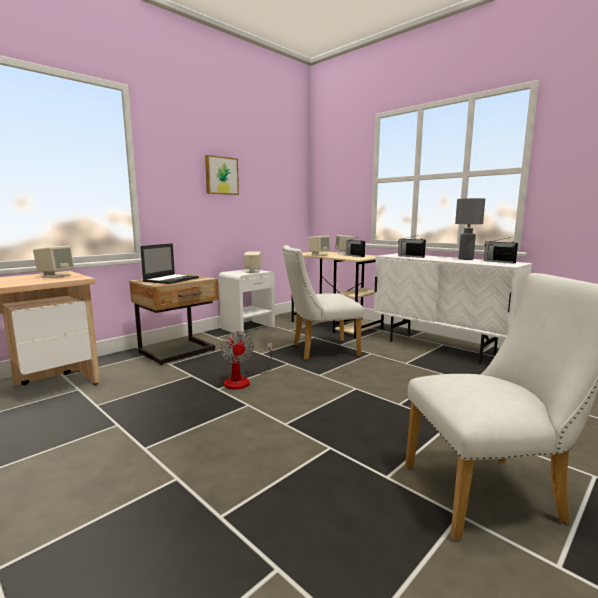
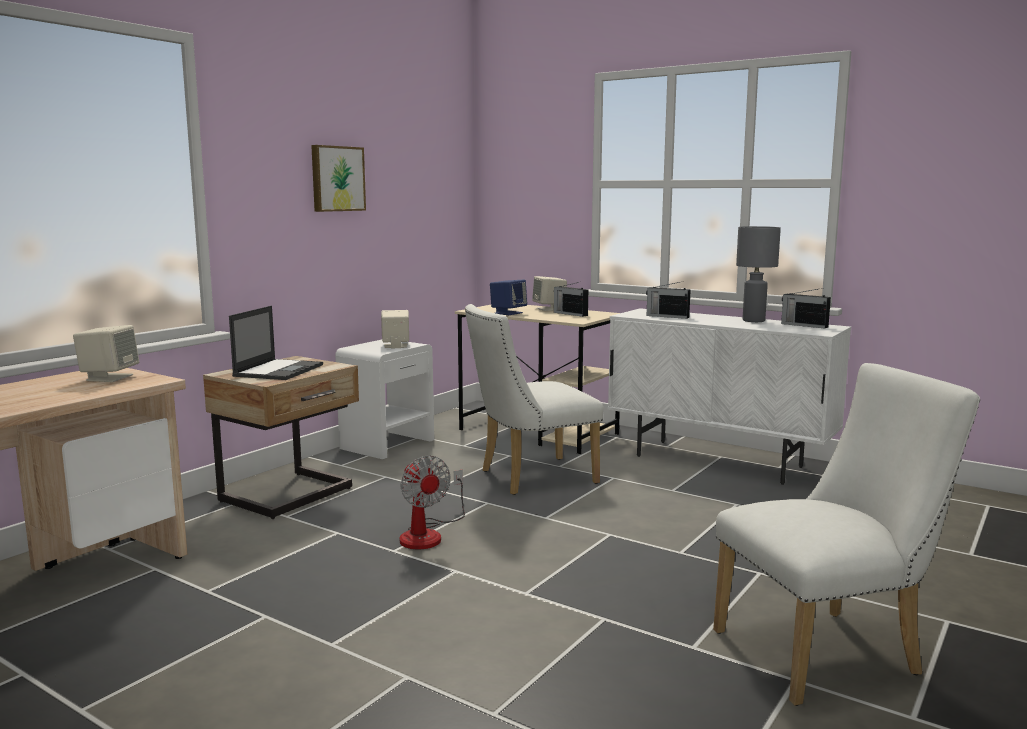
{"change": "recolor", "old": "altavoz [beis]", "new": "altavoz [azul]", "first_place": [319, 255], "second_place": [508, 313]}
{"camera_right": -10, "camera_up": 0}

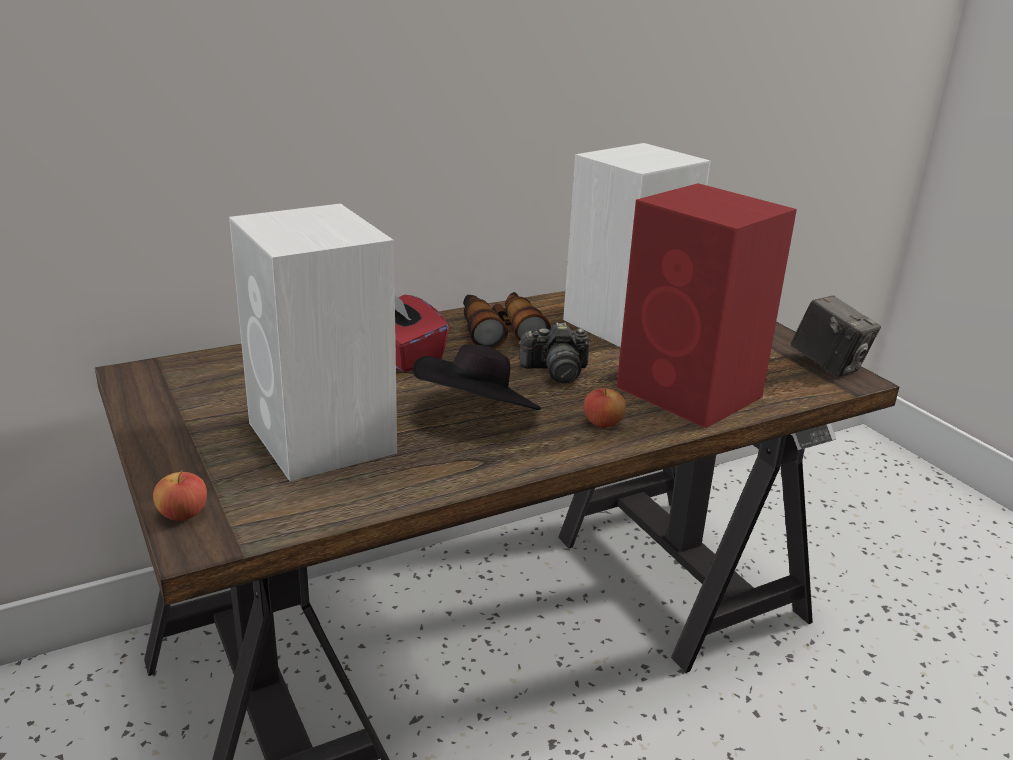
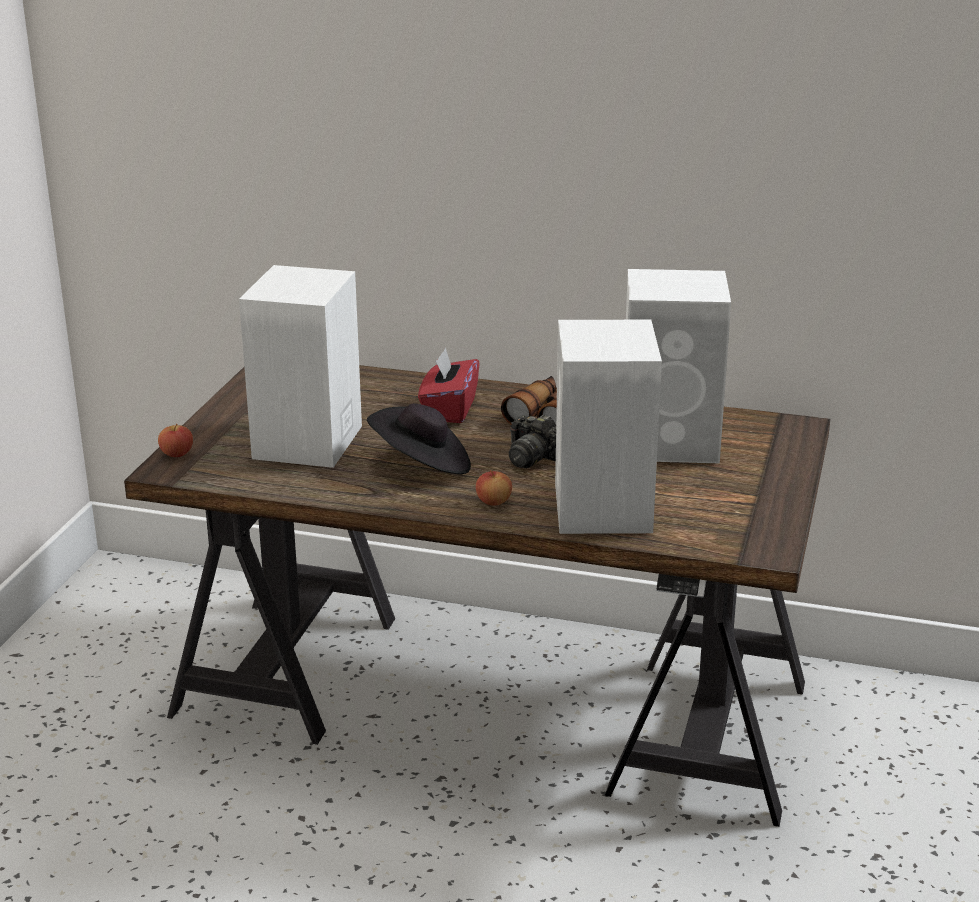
{"change": "recolor", "old": "altavoz [rojo]", "new": "altavoz [blanco]", "first_place": [692, 393], "second_place": [602, 509]}
{"change": "delete", "old": "cámara", "first_place": [828, 365]}
{"camera_right": 45, "camera_up": 0}

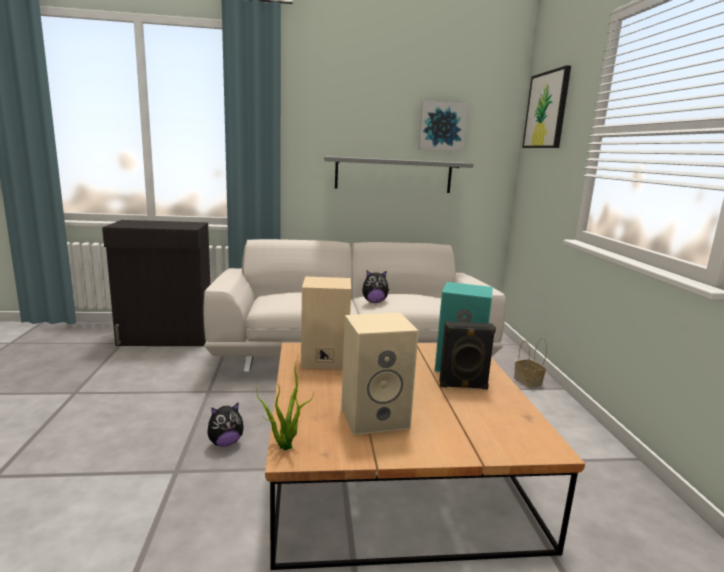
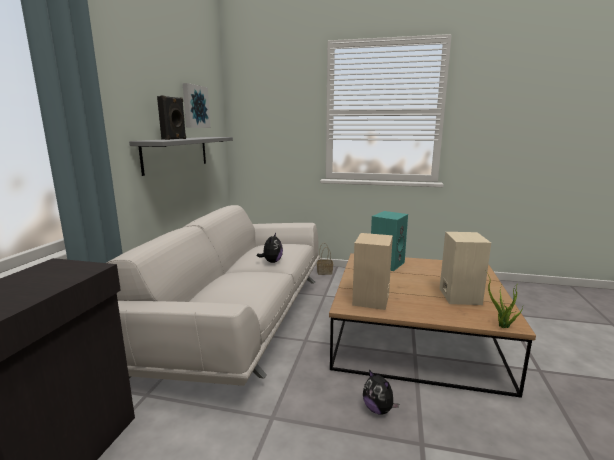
{"change": "rotate", "old": "peluche", "first_place": [225, 443], "second_place": [378, 409], "degrees": 150}
{"change": "move", "old": "altavoz [negro]", "first_place": [463, 386], "second_place": [175, 139]}
{"change": "delete", "old": "cuadro", "first_place": [546, 110]}
{"camera_right": -70, "camera_up": 0}

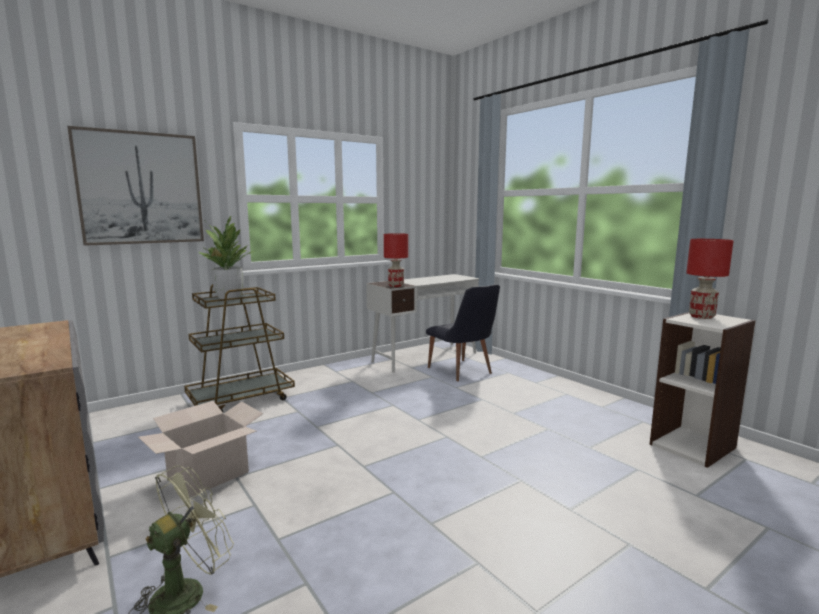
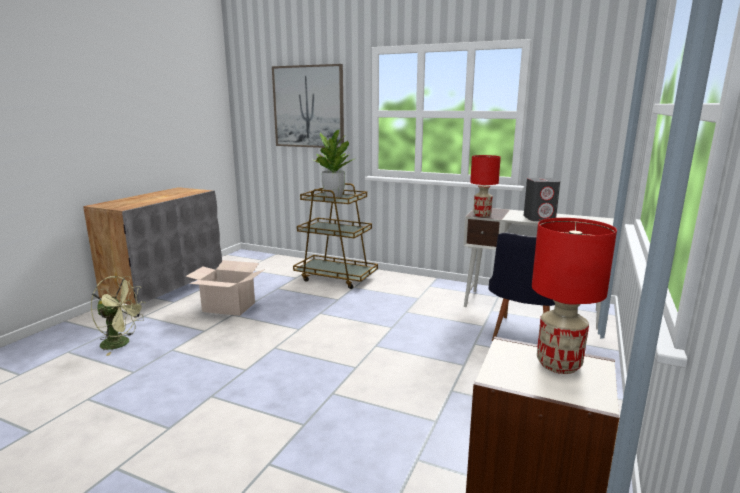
{"change": "insert", "new": "altavoz [gris]", "second_place": [539, 218]}
{"camera_right": 60, "camera_up": 5}

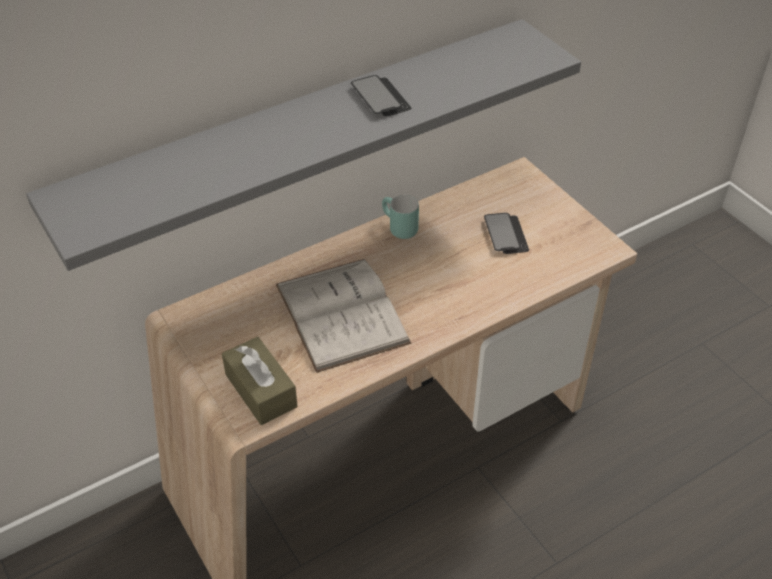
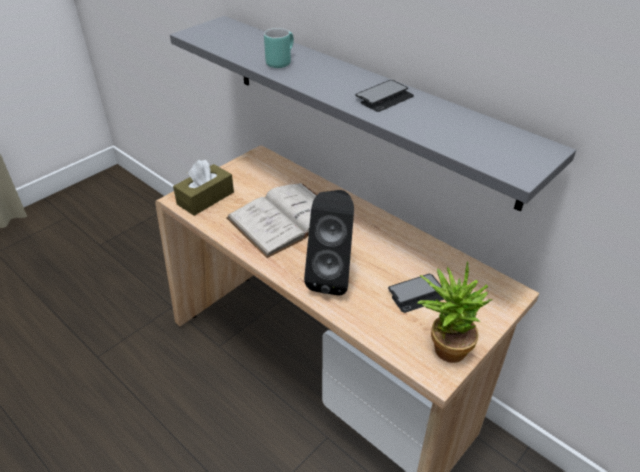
{"change": "move", "old": "taza grande [turquesa]", "first_place": [397, 228], "second_place": [280, 61]}
{"change": "insert", "new": "altavoz [negro]", "second_place": [332, 276]}
{"change": "insert", "new": "planta en maceta", "second_place": [444, 346]}
{"camera_right": 75, "camera_up": -5}

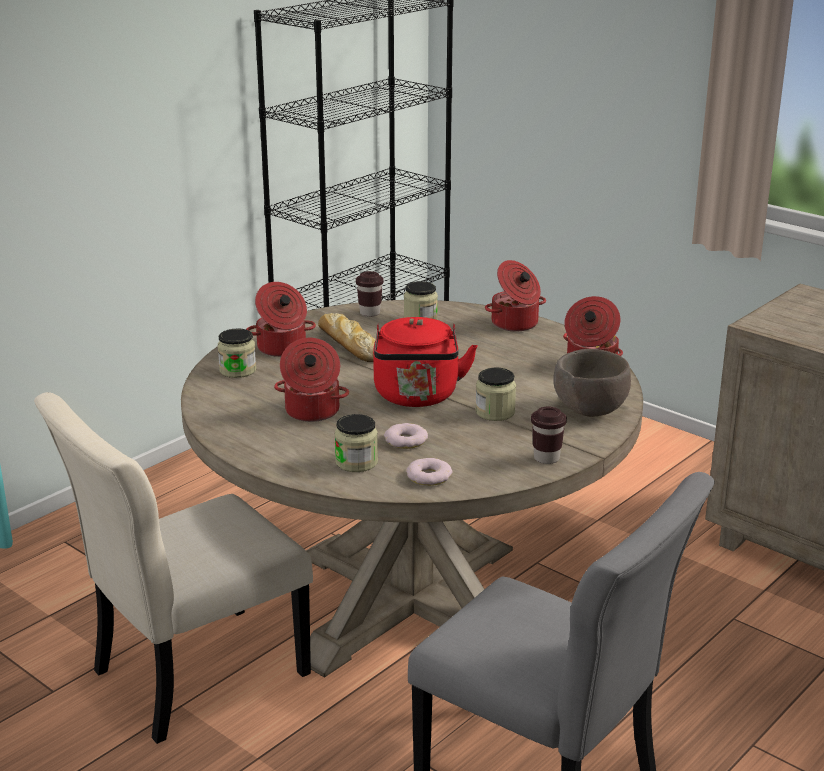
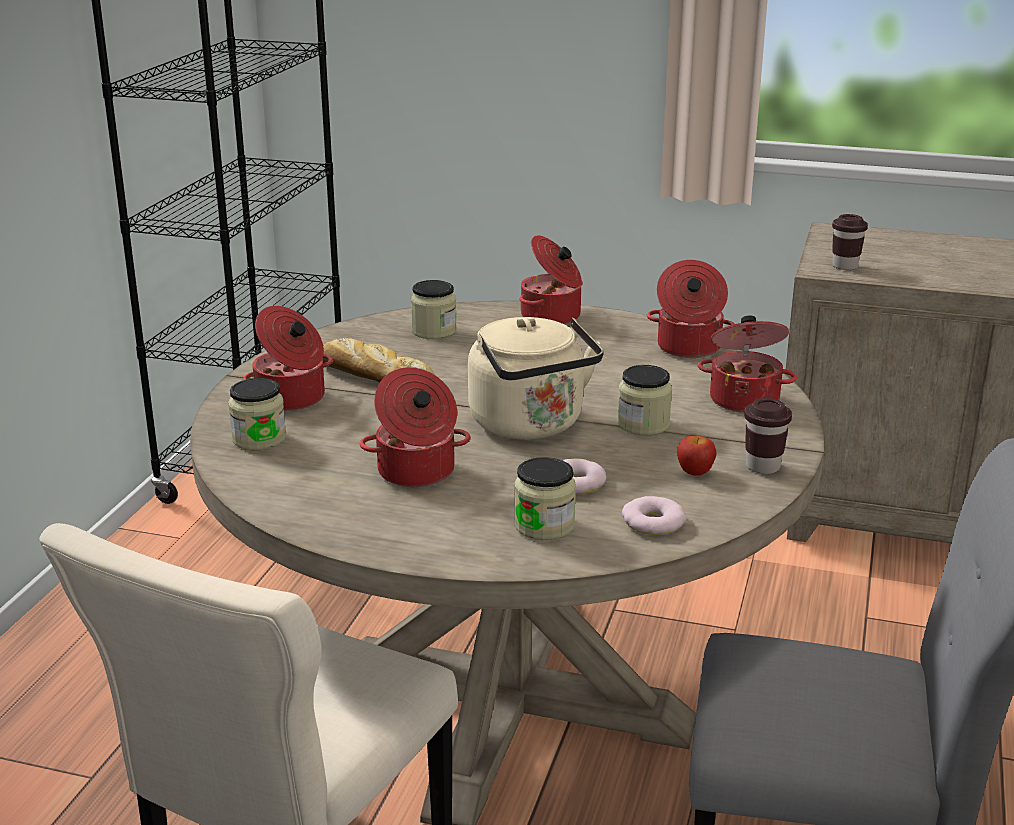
{"change": "move", "old": "taza [marrón]", "first_place": [370, 313], "second_place": [845, 266]}
{"change": "recolor", "old": "hervidor [rojo]", "new": "hervidor [beis]", "first_place": [417, 397], "second_place": [531, 425]}
{"change": "replace", "old": "cuenco [marrón]", "new": "olla", "first_place": [589, 410], "second_place": [744, 399]}
{"change": "insert", "new": "manzana", "second_place": [695, 472]}
{"camera_right": -25, "camera_up": 0}

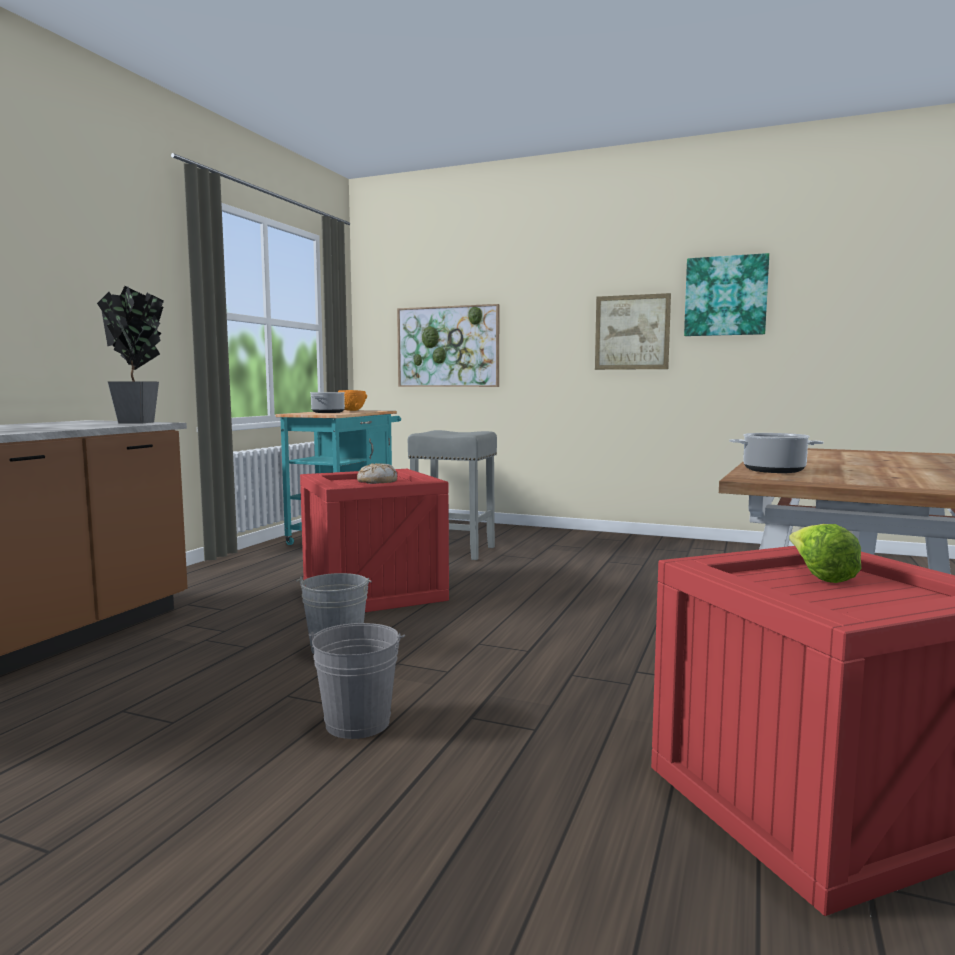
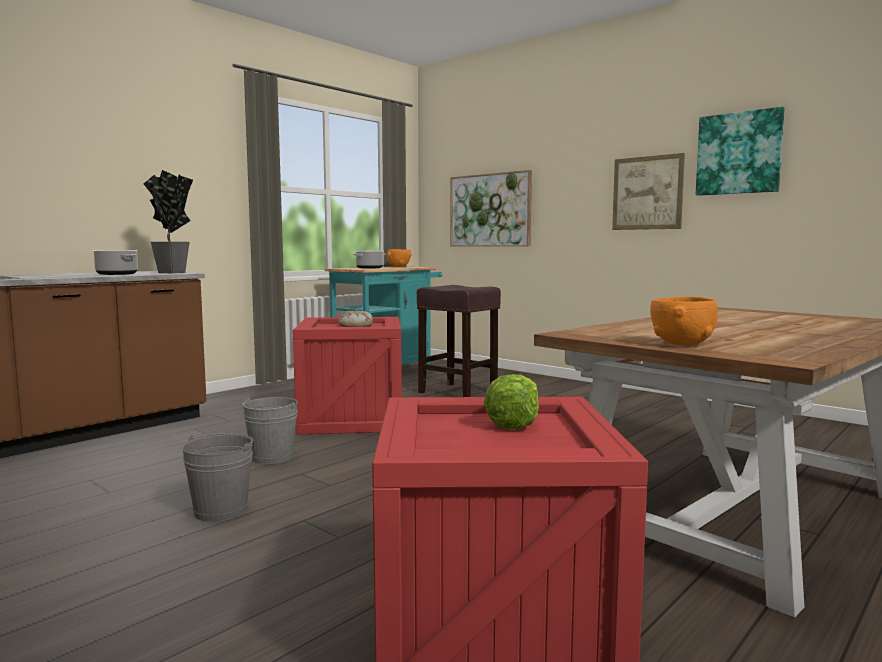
{"change": "recolor", "old": "taburete [gris]", "new": "taburete [marrón]", "first_place": [455, 550], "second_place": [459, 392]}
{"change": "move", "old": "olla", "first_place": [773, 470], "second_place": [116, 274]}
{"change": "insert", "new": "cuenco [naranja]", "second_place": [681, 344]}
{"camera_right": 20, "camera_up": 0}

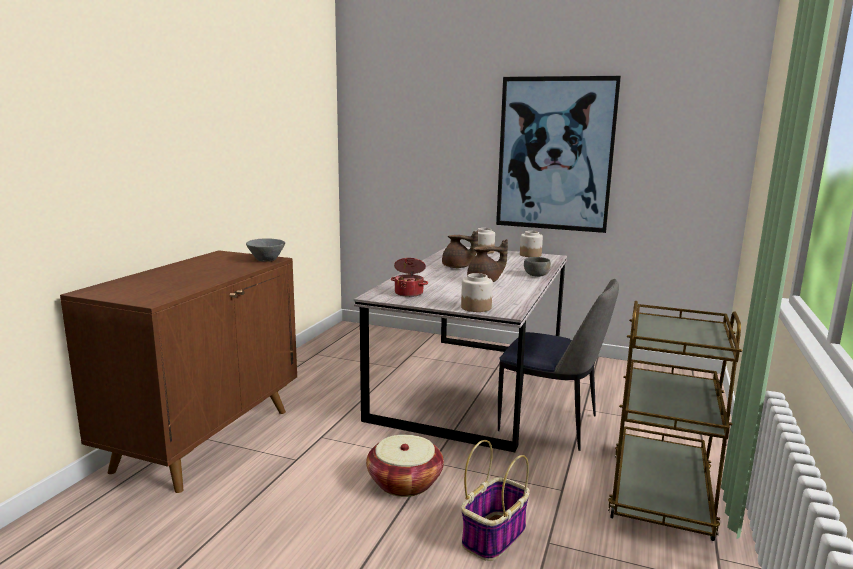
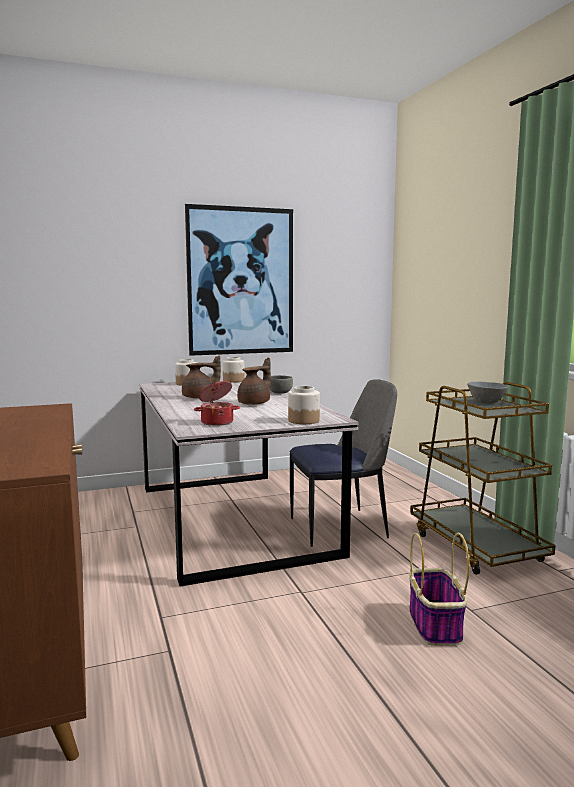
{"change": "move", "old": "cuenco [gris]", "first_place": [265, 260], "second_place": [486, 402]}
{"change": "delete", "old": "cesta", "first_place": [405, 482]}
{"camera_right": -40, "camera_up": -5}

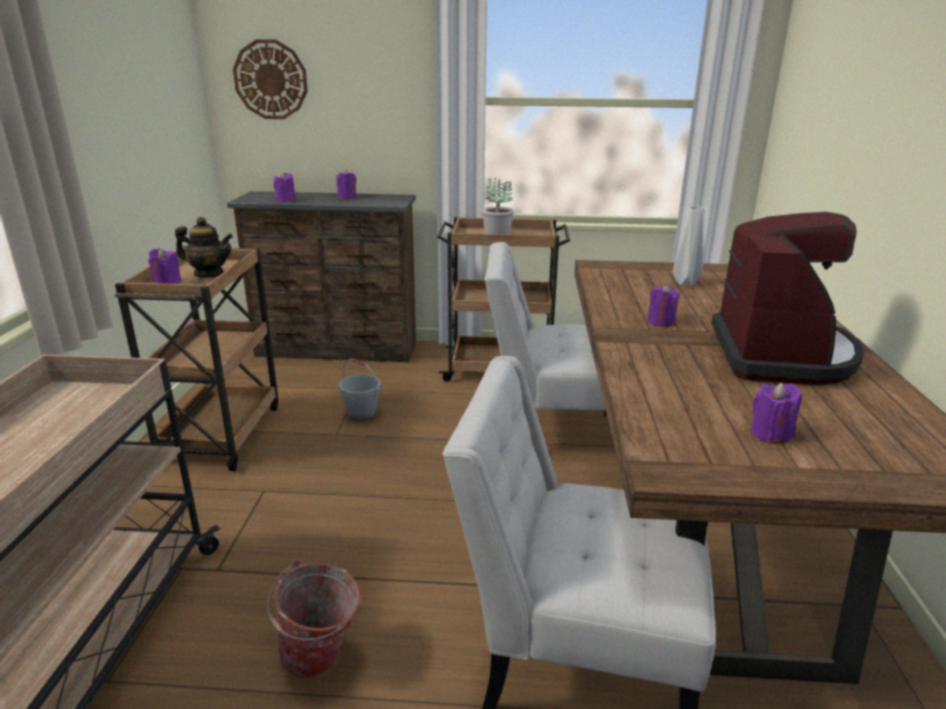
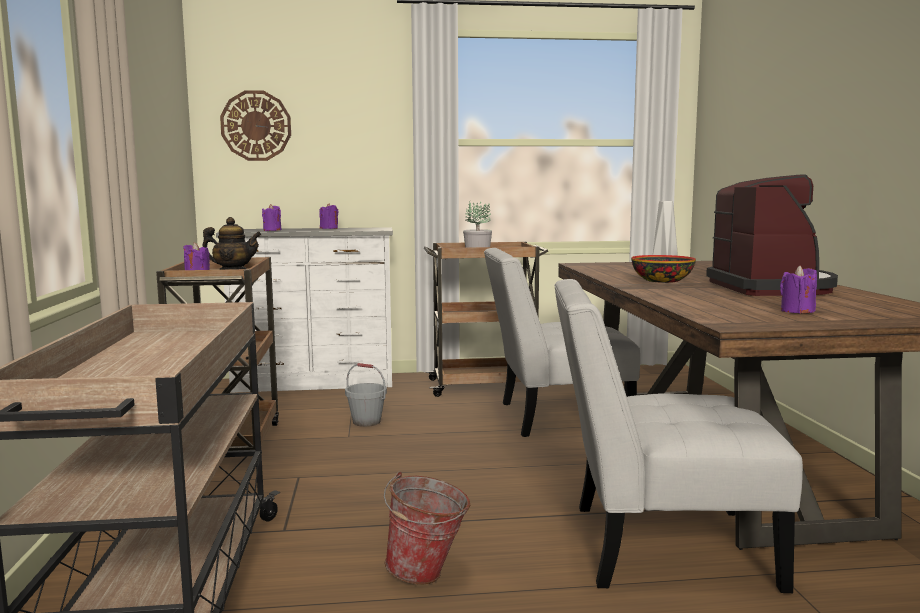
{"change": "recolor", "old": "cómoda [marrón]", "new": "cómoda [blanco]", "first_place": [337, 350], "second_place": [315, 383]}
{"change": "replace", "old": "vela [morado]", "new": "cuenco", "first_place": [661, 322], "second_place": [663, 281]}
{"camera_right": -10, "camera_up": -15}

